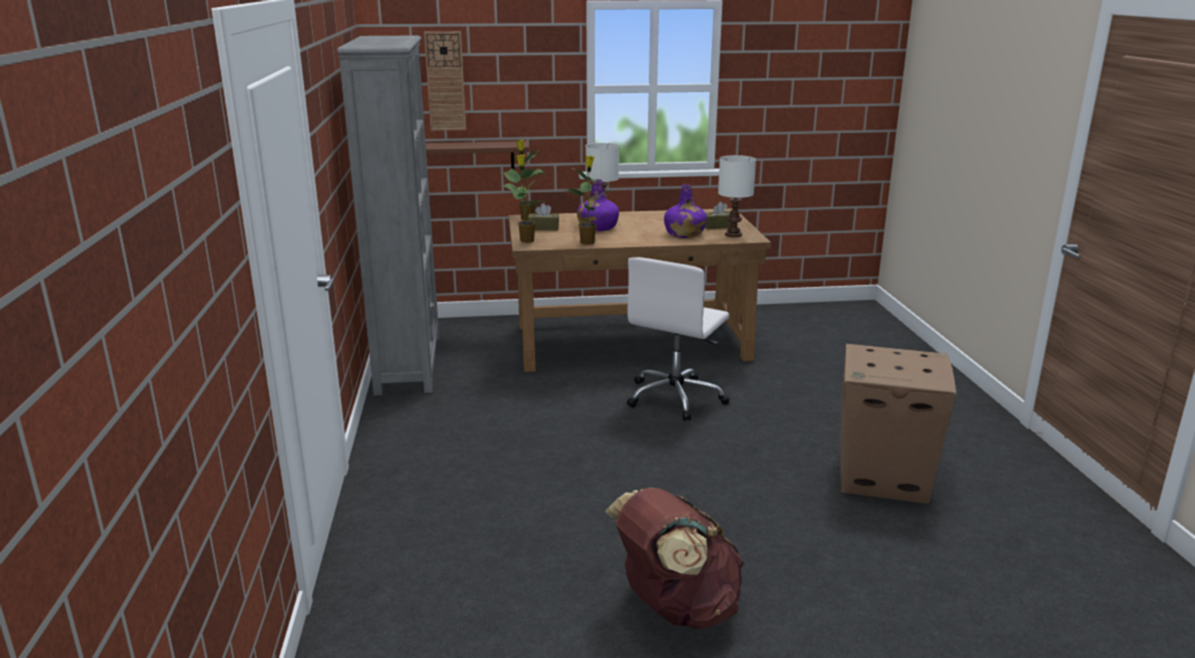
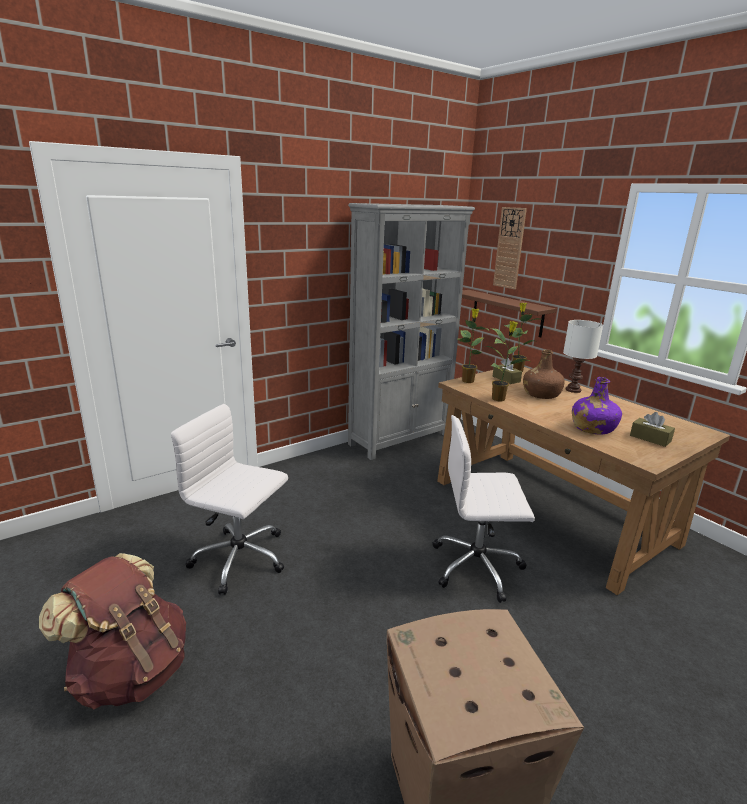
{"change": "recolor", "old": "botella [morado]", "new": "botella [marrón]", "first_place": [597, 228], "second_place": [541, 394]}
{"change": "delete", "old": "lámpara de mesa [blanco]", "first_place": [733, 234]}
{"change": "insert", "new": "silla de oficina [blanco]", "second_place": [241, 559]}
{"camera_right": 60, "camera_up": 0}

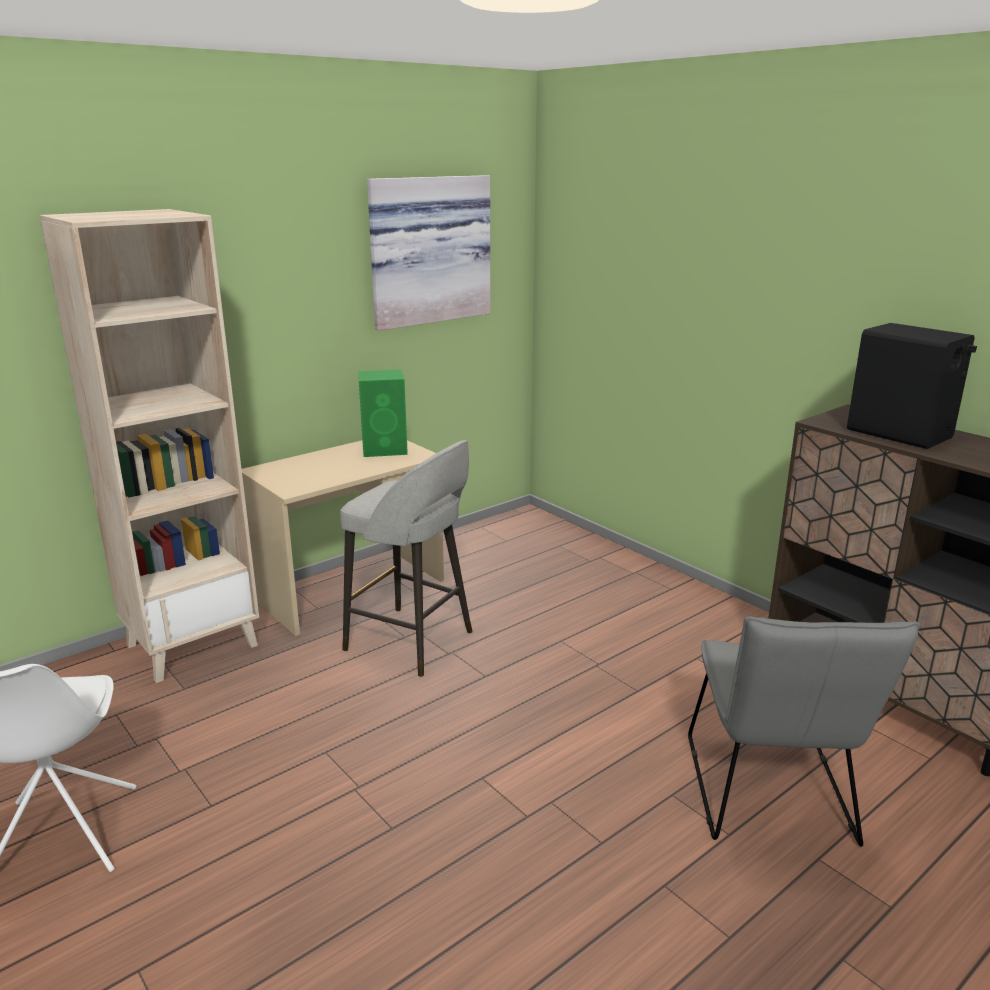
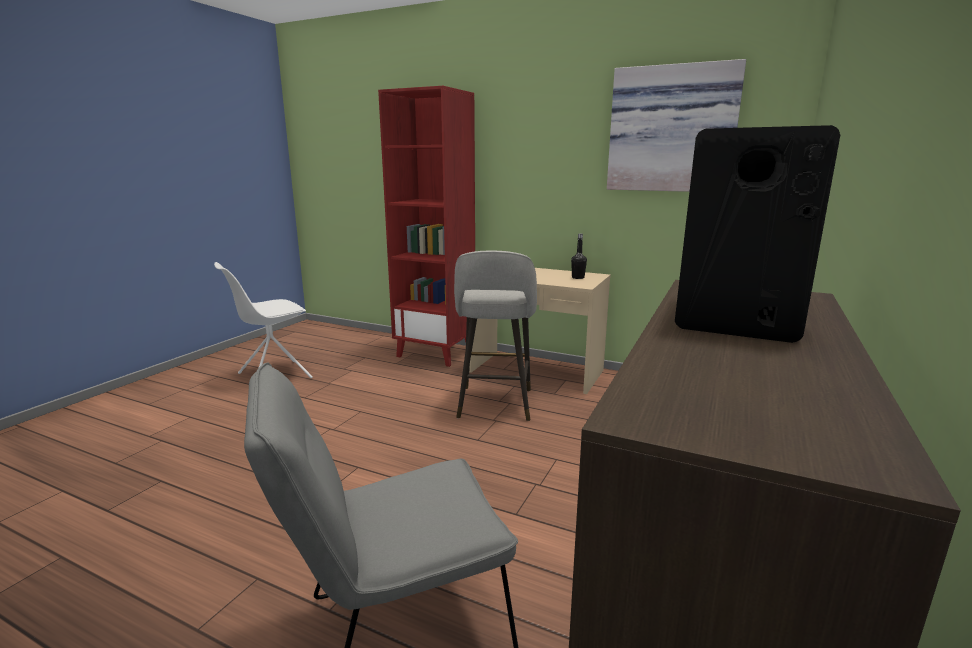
{"change": "recolor", "old": "estantería [beis]", "new": "estantería [rojo]", "first_place": [193, 644], "second_place": [436, 353]}
{"change": "replace", "old": "altavoz [verde]", "new": "botella [negro]", "first_place": [386, 449], "second_place": [578, 277]}
{"camera_right": 65, "camera_up": -5}

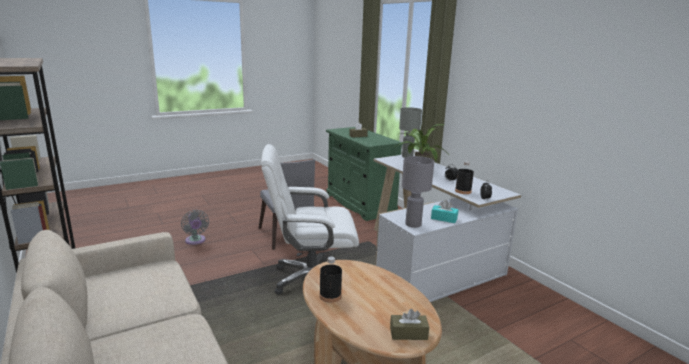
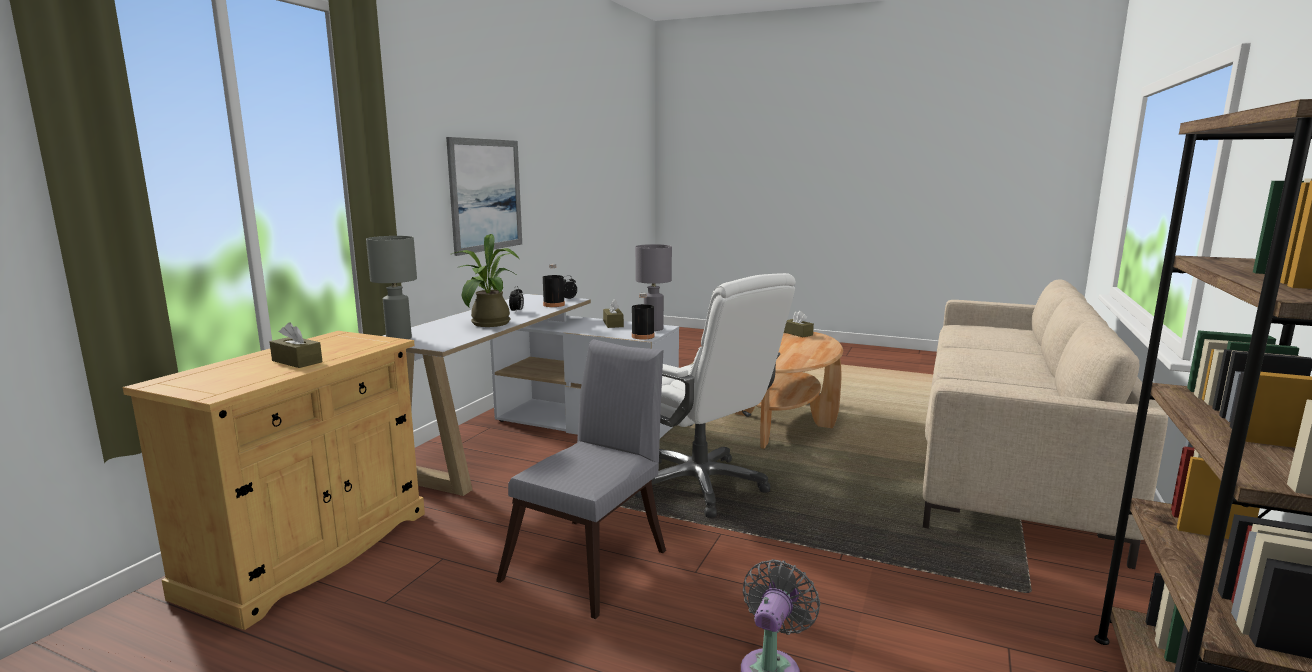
{"change": "move", "old": "botella [negro]", "first_place": [330, 296], "second_place": [643, 336]}
{"change": "recolor", "old": "armario [verde]", "new": "armario [beis]", "first_place": [359, 204], "second_place": [310, 552]}
{"change": "recolor", "old": "caja de pañuelos [turquesa]", "new": "caja de pañuelos [marrón]", "first_place": [444, 218], "second_place": [613, 324]}
{"change": "insert", "new": "cuadro", "second_place": [486, 195]}
{"camera_right": -125, "camera_up": -5}

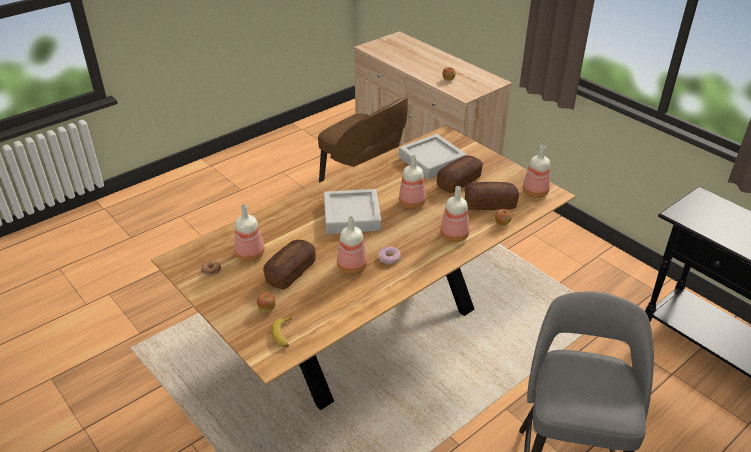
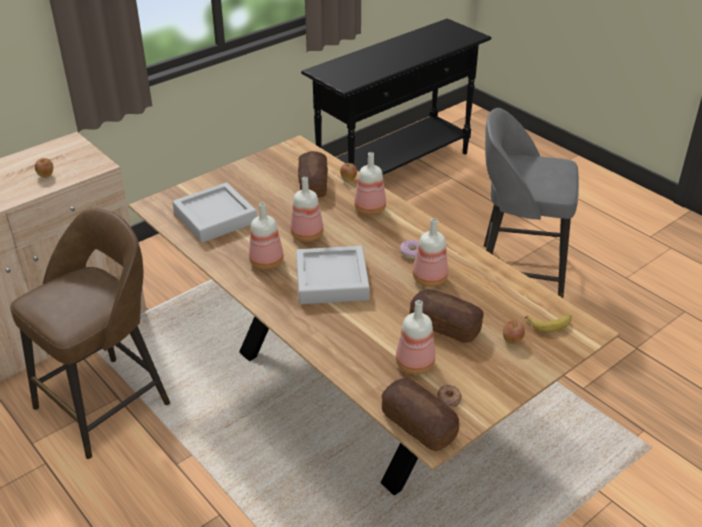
{"change": "move", "old": "pan", "first_place": [459, 182], "second_place": [418, 425]}
{"change": "move", "old": "botella", "first_place": [535, 193], "second_place": [267, 262]}
{"camera_right": -90, "camera_up": 0}

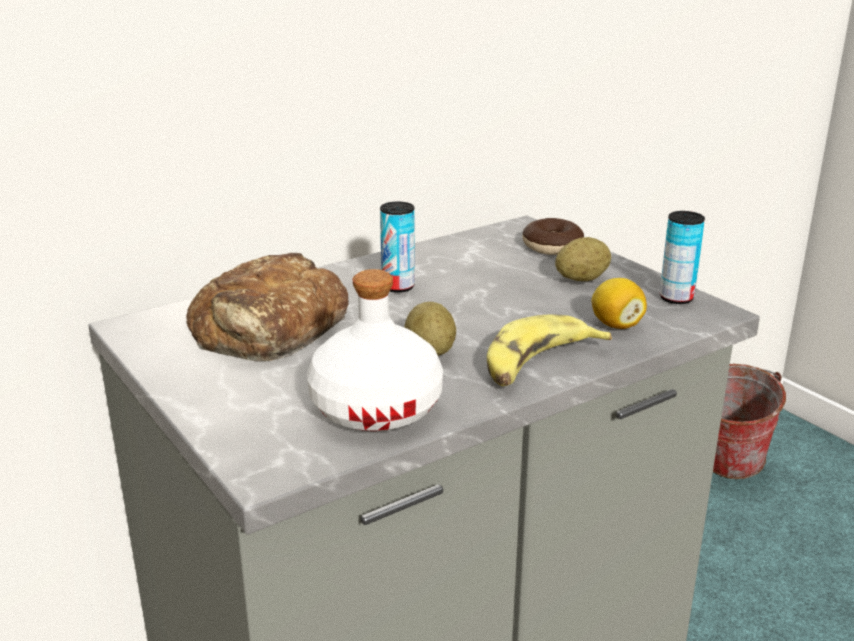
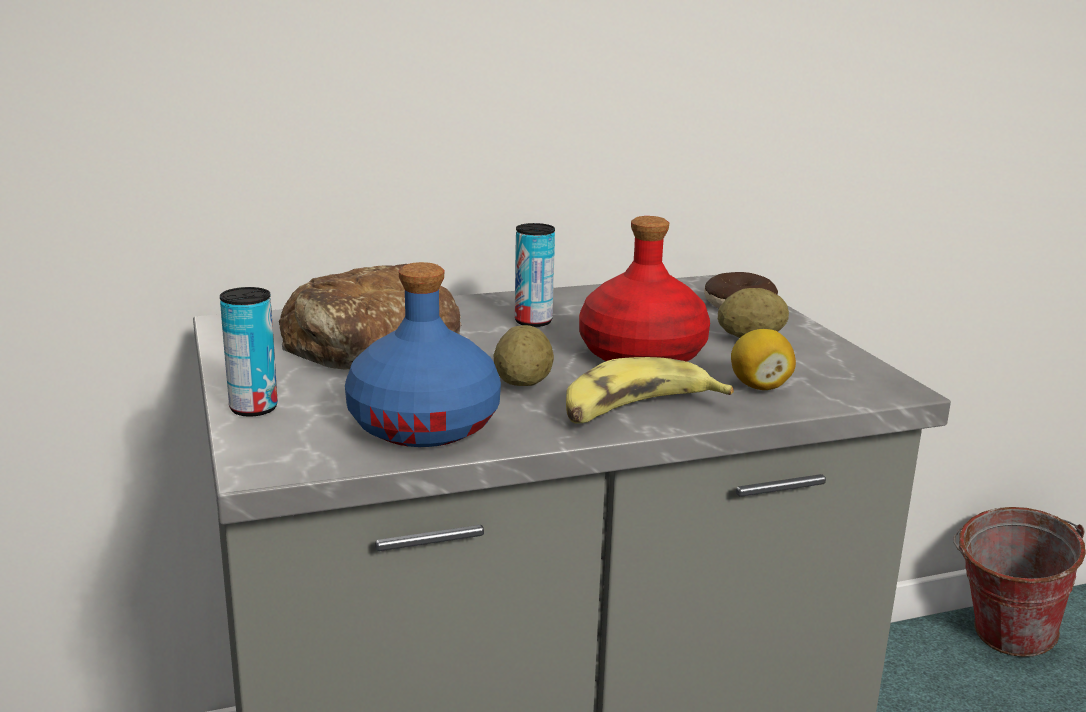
{"change": "recolor", "old": "botella [blanco]", "new": "botella [azul]", "first_place": [376, 407], "second_place": [424, 424]}
{"change": "move", "old": "lata", "first_place": [676, 298], "second_place": [253, 408]}
{"change": "insert", "new": "botella [rojo]", "second_place": [643, 355]}
{"camera_right": 15, "camera_up": -5}

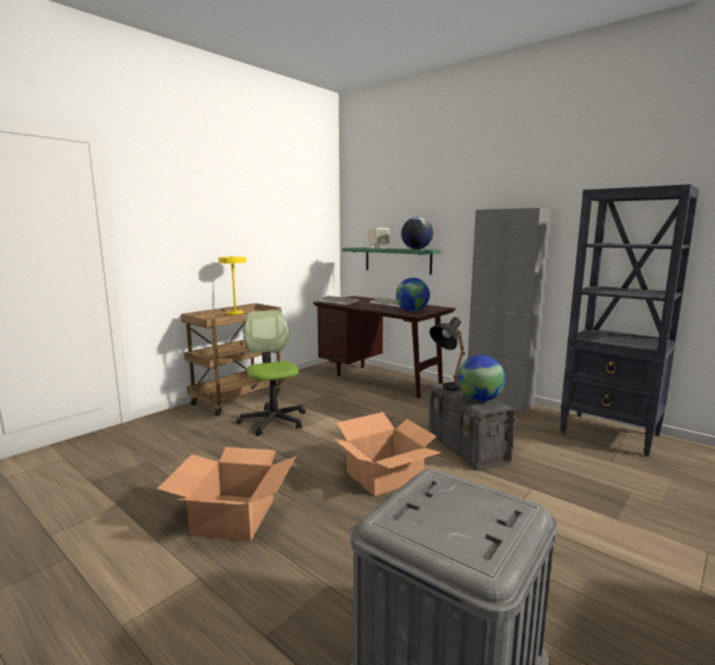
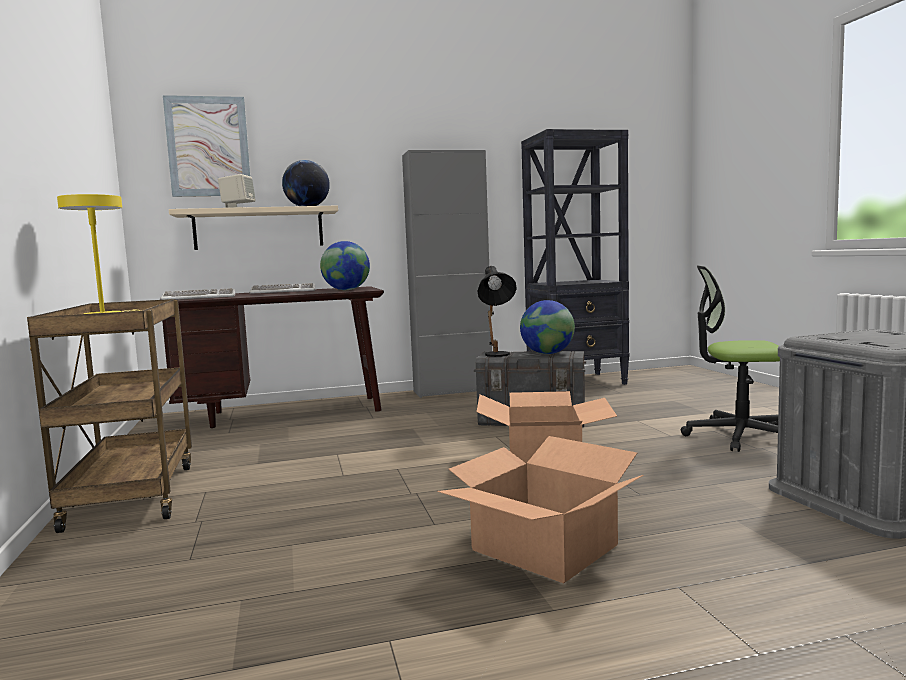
{"change": "move", "old": "silla de oficina", "first_place": [273, 421], "second_place": [738, 436]}
{"change": "recolor", "old": "estante [verde]", "new": "estante [beis]", "first_place": [397, 260], "second_place": [258, 229]}
{"change": "insert", "new": "cuadro", "second_place": [208, 146]}
{"camera_right": -55, "camera_up": -5}

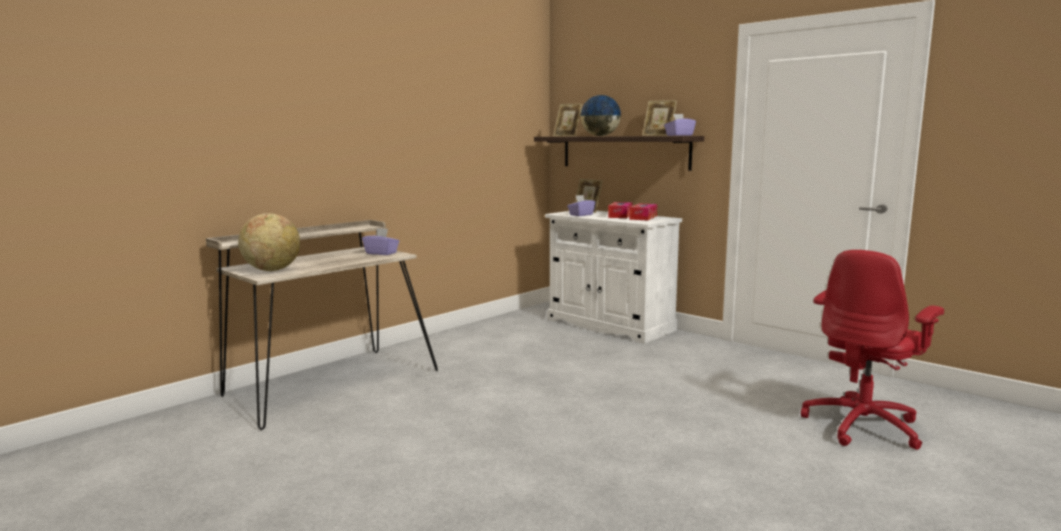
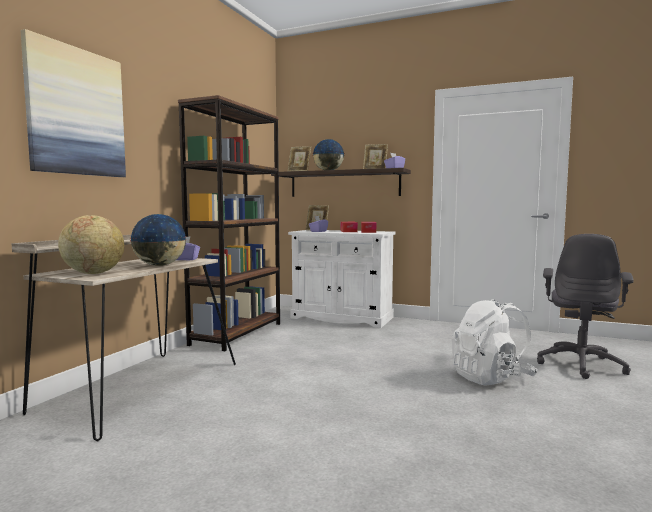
{"change": "recolor", "old": "silla de oficina [rojo]", "new": "silla de oficina [gris]", "first_place": [863, 426], "second_place": [581, 364]}
{"change": "insert", "new": "cuadro", "second_place": [76, 112]}
{"change": "insert", "new": "globo terráqueo", "second_place": [160, 265]}
{"change": "insert", "new": "estantería [marrón]", "second_place": [237, 334]}
{"change": "insert", "new": "mochila [blanco]", "second_place": [491, 378]}
{"camera_right": -20, "camera_up": -5}

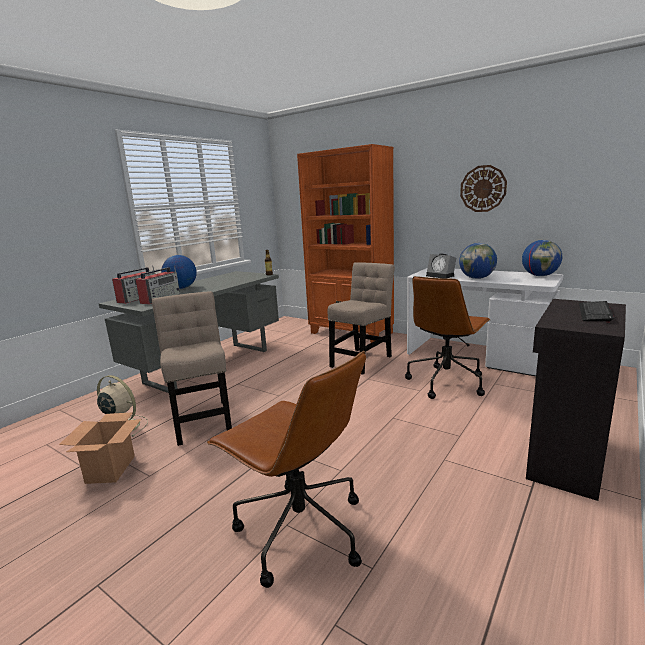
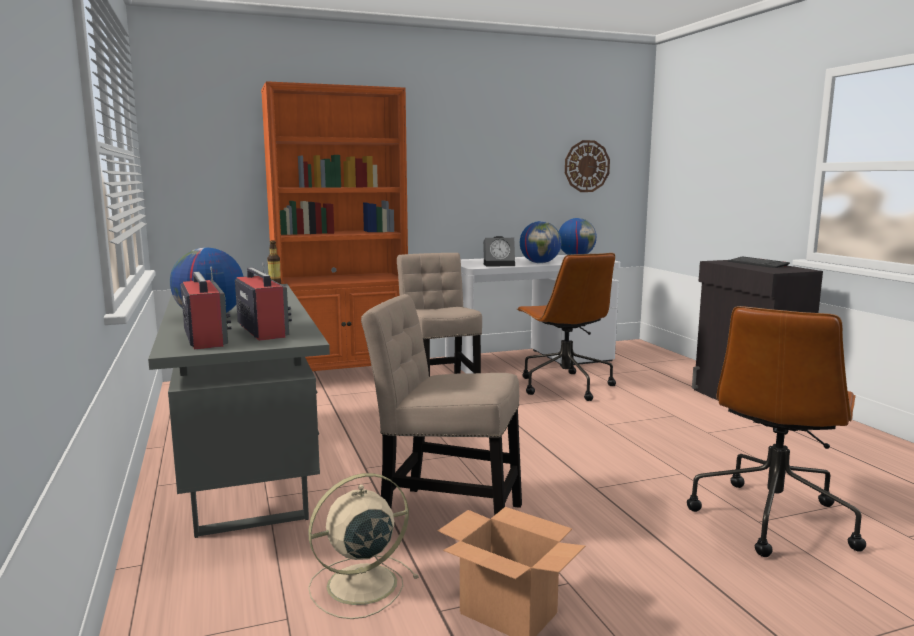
{"change": "rotate", "old": "silla de oficina [marrón]", "first_place": [299, 530], "second_place": [772, 518], "degrees": 135}
{"change": "move", "old": "reloj de pared", "first_place": [483, 188], "second_place": [586, 166]}
{"camera_right": -55, "camera_up": -5}

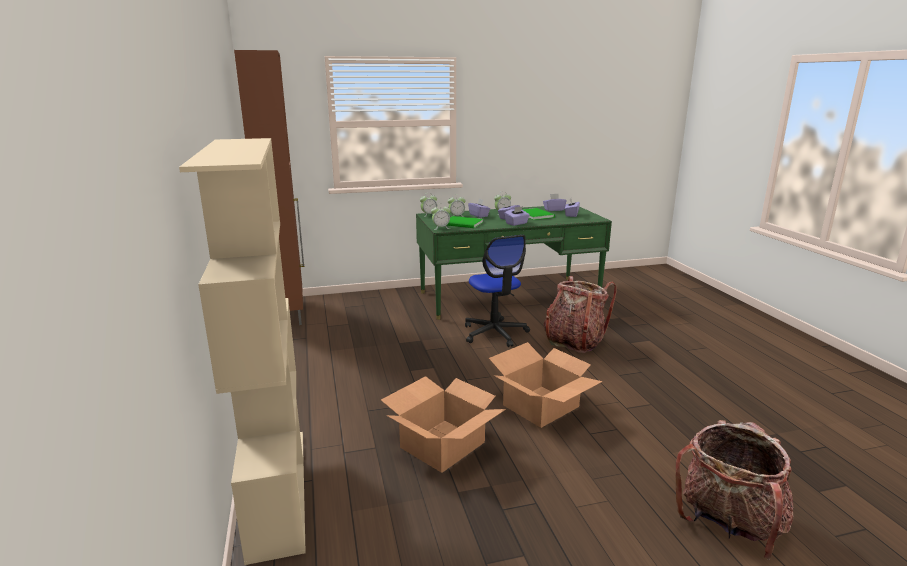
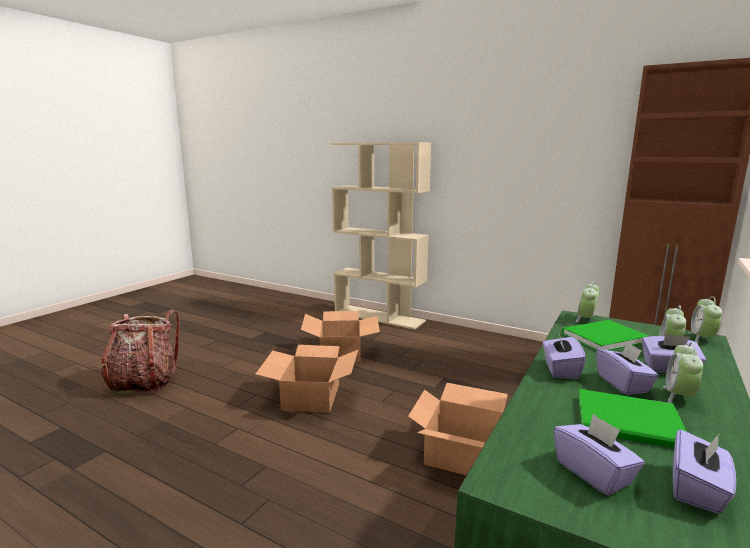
{"change": "replace", "old": "silla de oficina", "new": "caja de cartón", "first_place": [495, 333], "second_place": [463, 454]}
{"change": "delete", "old": "mochila", "first_place": [574, 341]}
{"camera_right": 135, "camera_up": -5}

